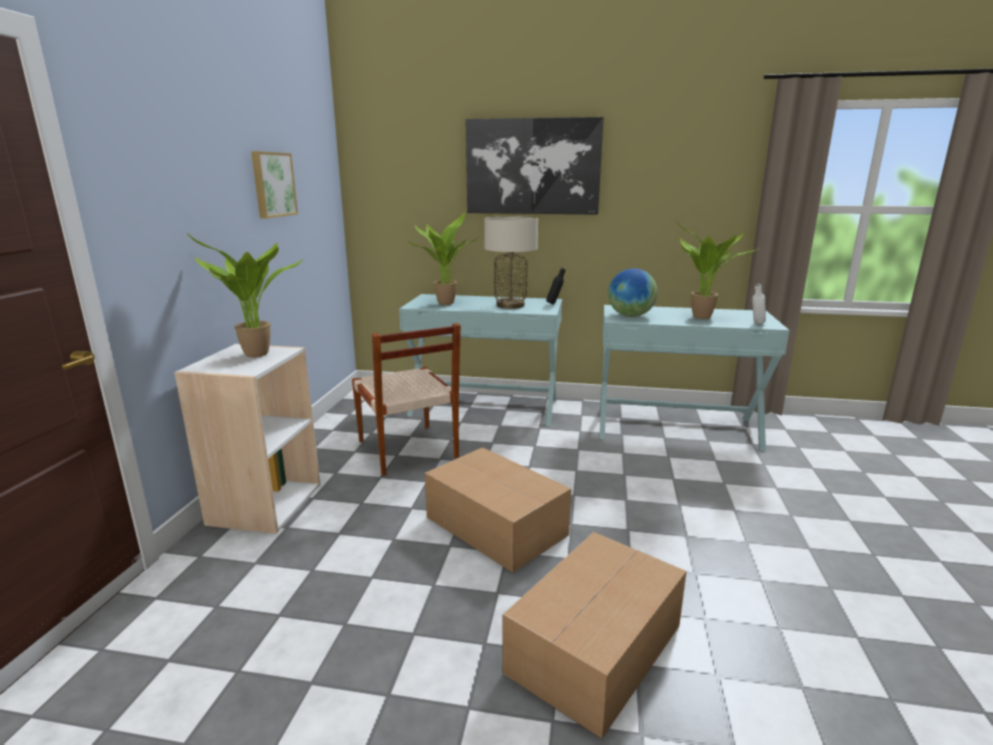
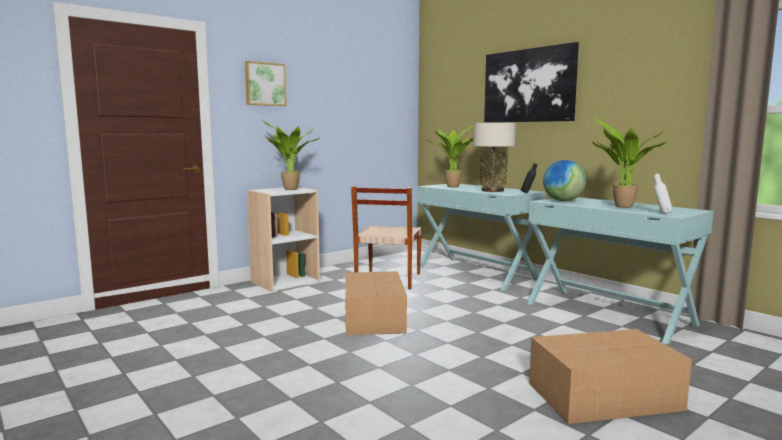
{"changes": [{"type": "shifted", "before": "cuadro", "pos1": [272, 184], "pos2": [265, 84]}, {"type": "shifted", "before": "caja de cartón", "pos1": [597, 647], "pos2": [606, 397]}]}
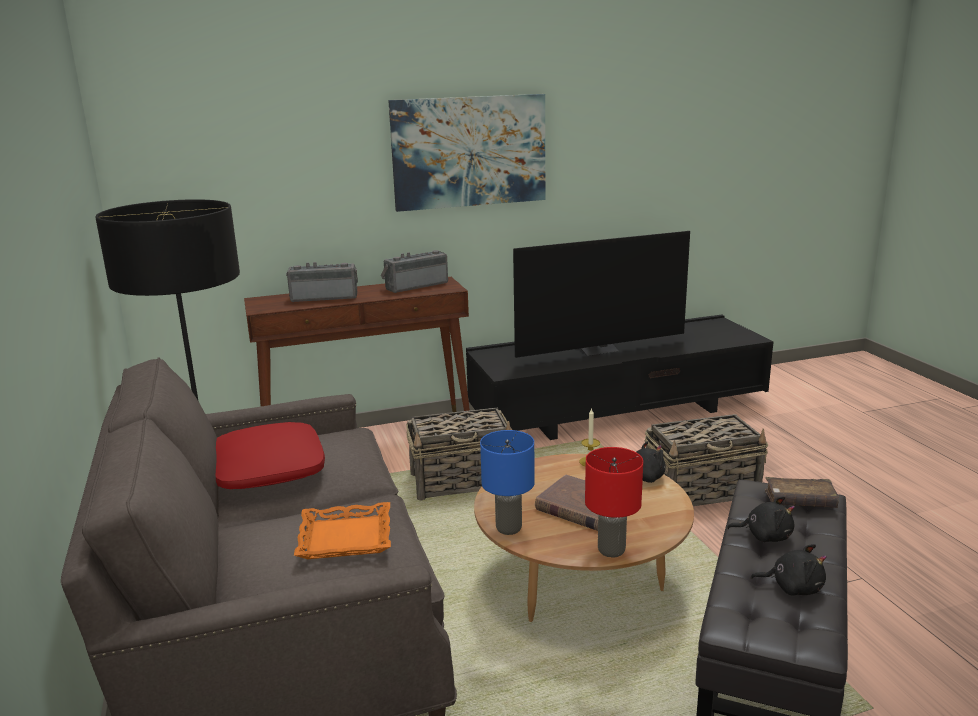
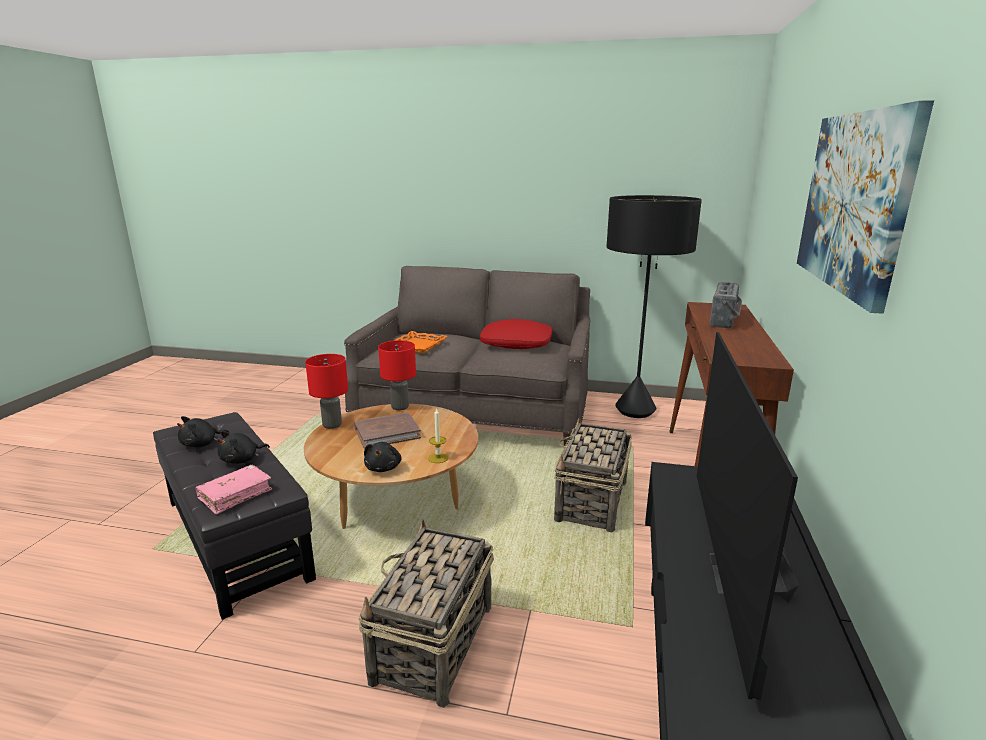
{"changes": [{"type": "gone", "before": "radio", "pos1": [415, 285]}, {"type": "repainted", "before": "lámpara de mesa [azul]", "after": "lámpara de mesa [rojo]", "pos1": [508, 530], "pos2": [399, 407]}, {"type": "repainted", "before": "libro [marrón]", "after": "libro [rosa]", "pos1": [800, 501], "pos2": [235, 495]}]}
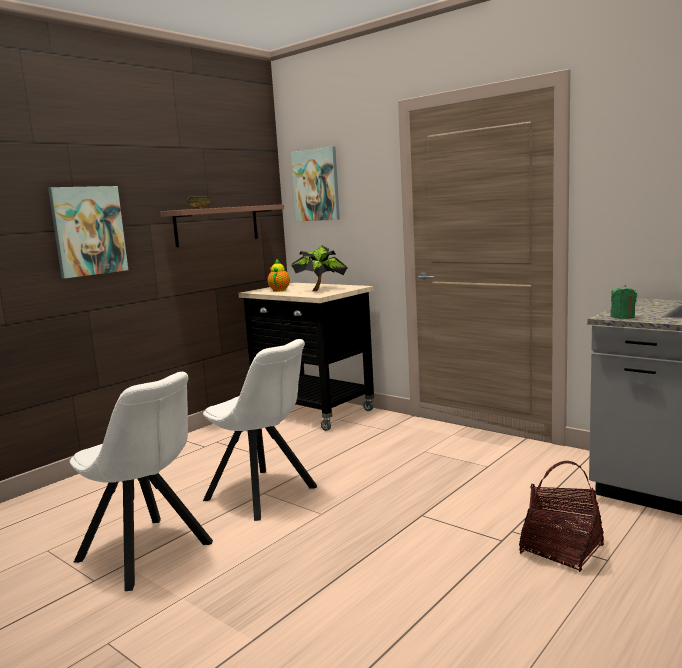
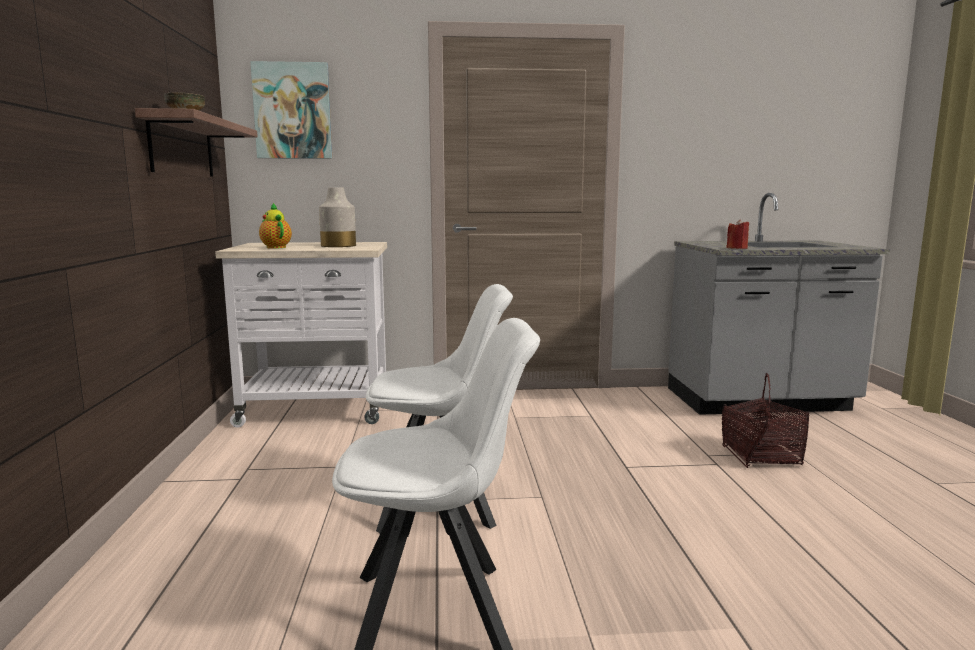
{"changes": [{"type": "gone", "before": "cuadro", "pos1": [88, 231]}, {"type": "swapped", "before": "planta en maceta", "after": "florero [beis]", "pos1": [320, 290], "pos2": [338, 245]}, {"type": "repainted", "before": "carrito [negro]", "after": "carrito [blanco]", "pos1": [314, 412], "pos2": [317, 410]}, {"type": "repainted", "before": "vela [verde]", "after": "vela [rojo]", "pos1": [622, 317], "pos2": [737, 248]}]}
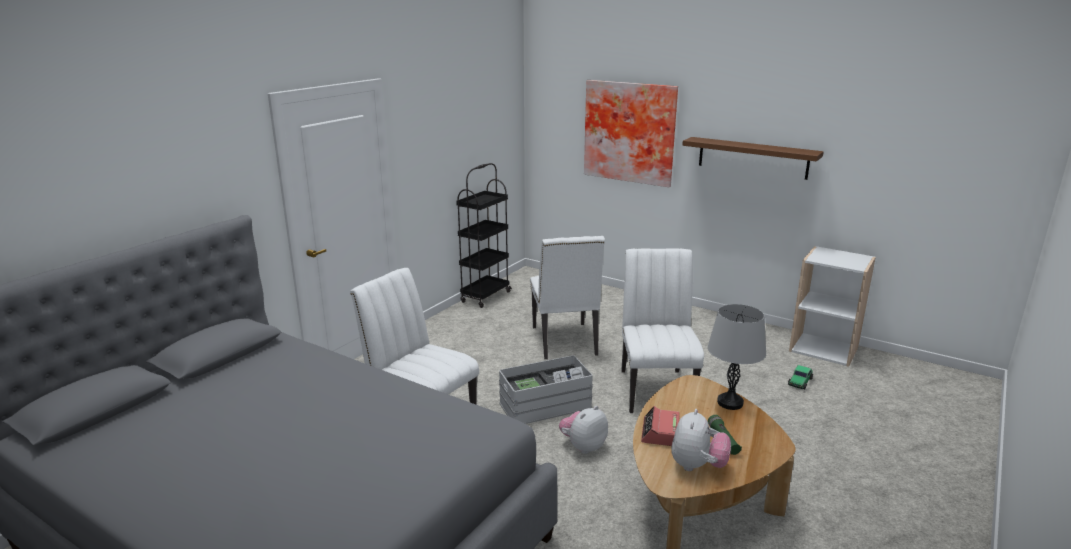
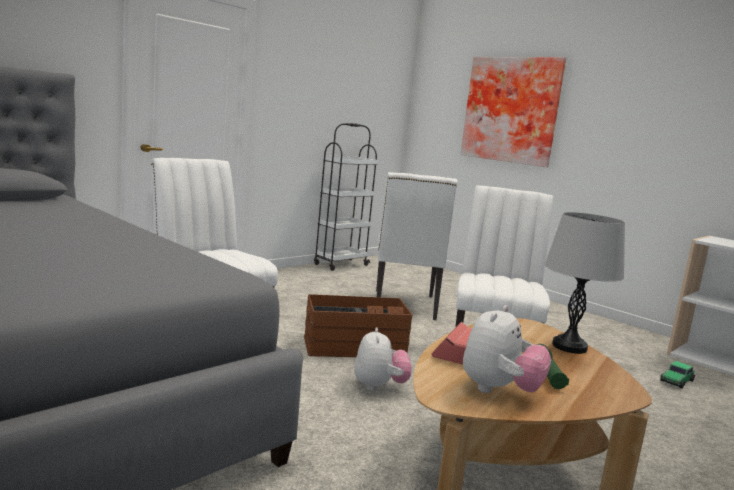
{"changes": [{"type": "gone", "before": "estante [marrón]", "pos1": [752, 158]}, {"type": "repainted", "before": "carrito [negro]", "after": "carrito [blanco]", "pos1": [485, 297], "pos2": [340, 265]}, {"type": "repainted", "before": "caja de almacenaje [gris]", "after": "caja de almacenaje [marrón]", "pos1": [545, 405], "pos2": [354, 346]}, {"type": "rotated", "before": "peluche", "pos1": [583, 446], "pos2": [379, 387], "turn": 120}]}
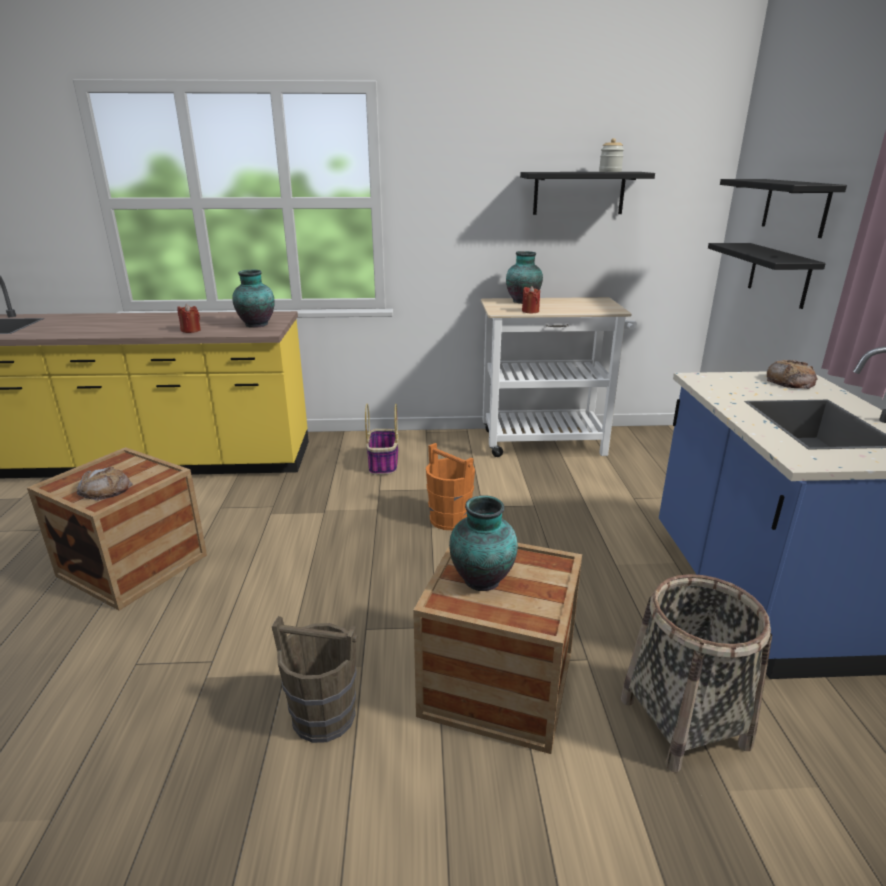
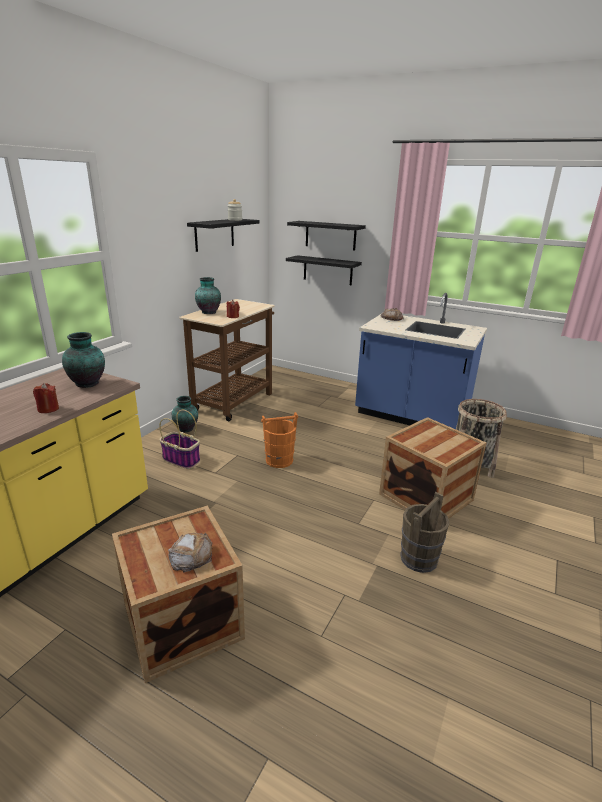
{"changes": [{"type": "repainted", "before": "carrito [blanco]", "after": "carrito [marrón]", "pos1": [545, 443], "pos2": [234, 402]}, {"type": "shifted", "before": "florero", "pos1": [482, 581], "pos2": [186, 429]}]}
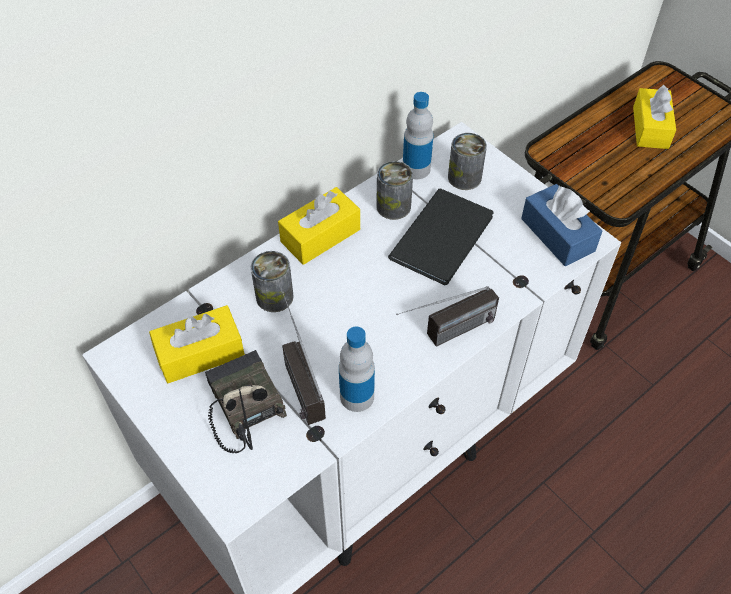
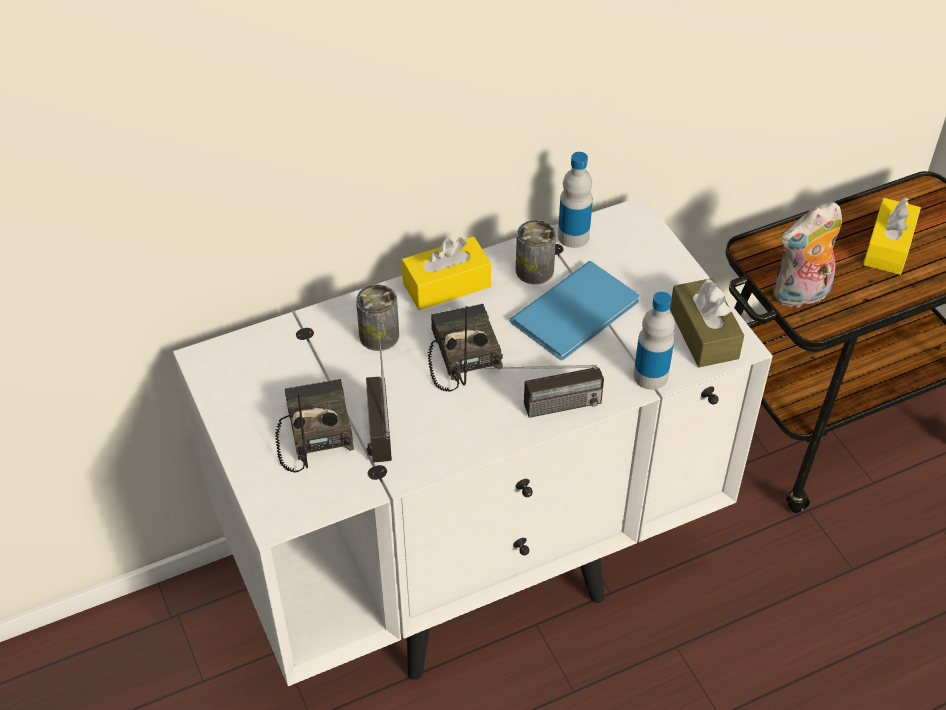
{"changes": [{"type": "gone", "before": "lata", "pos1": [464, 177]}, {"type": "repainted", "before": "caja de pañuelos [azul]", "after": "caja de pañuelos [marrón]", "pos1": [557, 235], "pos2": [703, 334]}, {"type": "repainted", "before": "libro [negro]", "after": "libro [azul]", "pos1": [446, 236], "pos2": [580, 312]}, {"type": "gone", "before": "caja de pañuelos [amarillo]", "pos1": [200, 353]}, {"type": "shifted", "before": "botella", "pos1": [357, 396], "pos2": [650, 376]}, {"type": "new", "after": "peluche", "pos2": [801, 295]}, {"type": "new", "after": "radio", "pos2": [461, 354]}]}
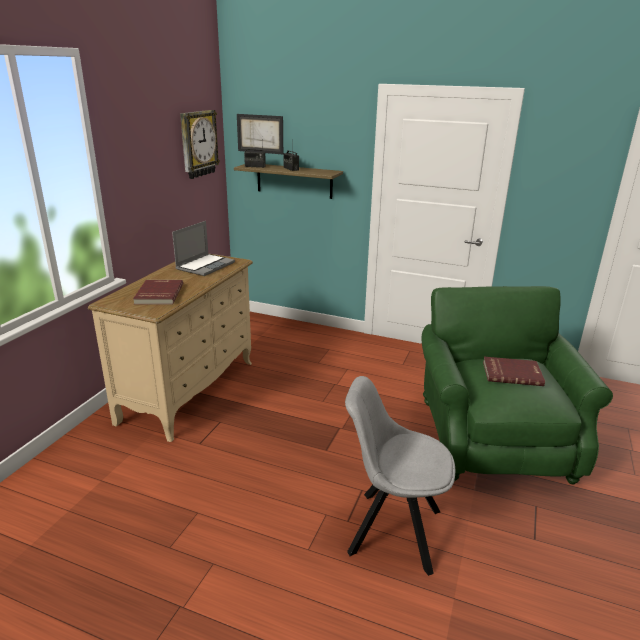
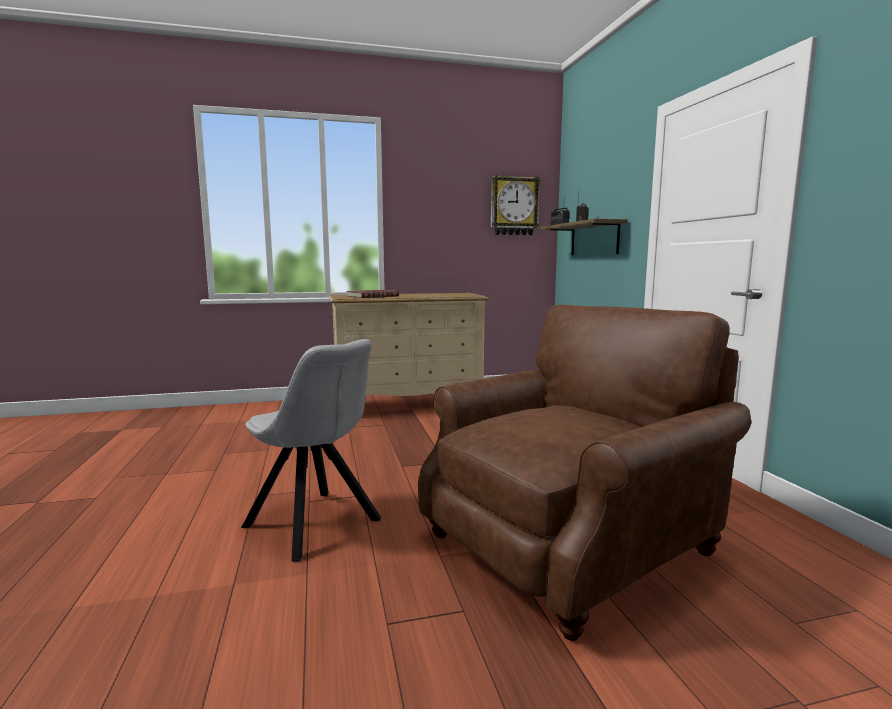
{"changes": [{"type": "gone", "before": "cuadro", "pos1": [260, 134]}, {"type": "gone", "before": "portátil", "pos1": [205, 266]}, {"type": "repainted", "before": "sillón [verde]", "after": "sillón [marrón]", "pos1": [493, 439], "pos2": [569, 545]}, {"type": "gone", "before": "libro [rojo]", "pos1": [512, 373]}, {"type": "rotated", "before": "silla [gris]", "pos1": [392, 530], "pos2": [315, 524], "turn": 150}]}
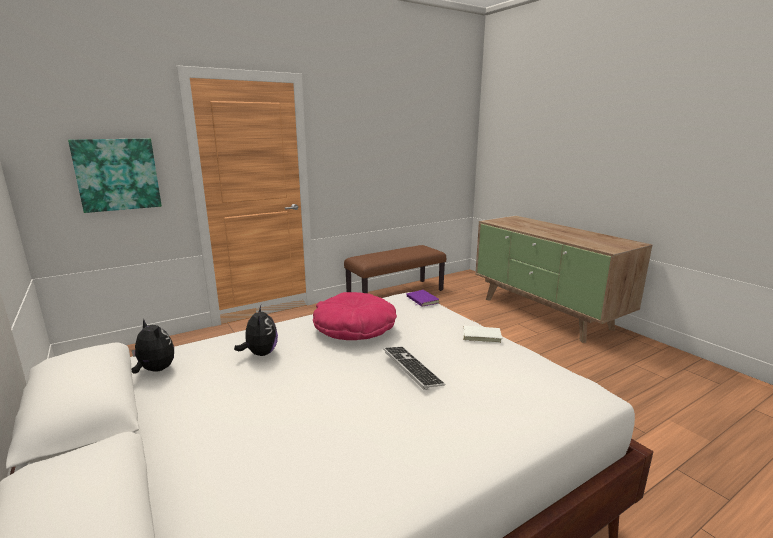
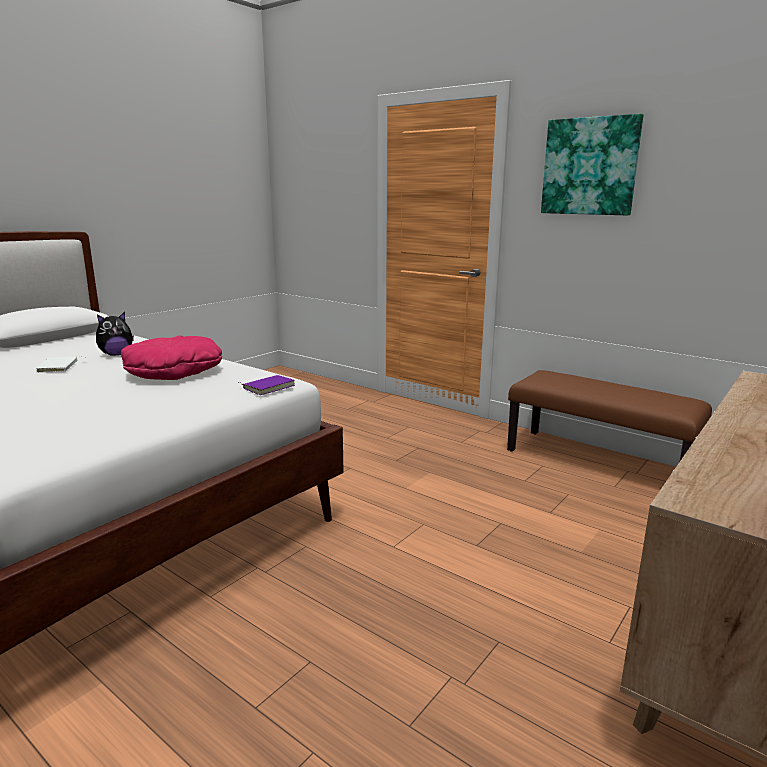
{"changes": [{"type": "shifted", "before": "cuadro", "pos1": [117, 174], "pos2": [590, 166]}, {"type": "gone", "before": "peluche", "pos1": [155, 370]}, {"type": "shifted", "before": "libro [blanco]", "pos1": [481, 335], "pos2": [59, 367]}, {"type": "gone", "before": "teclado", "pos1": [412, 368]}]}
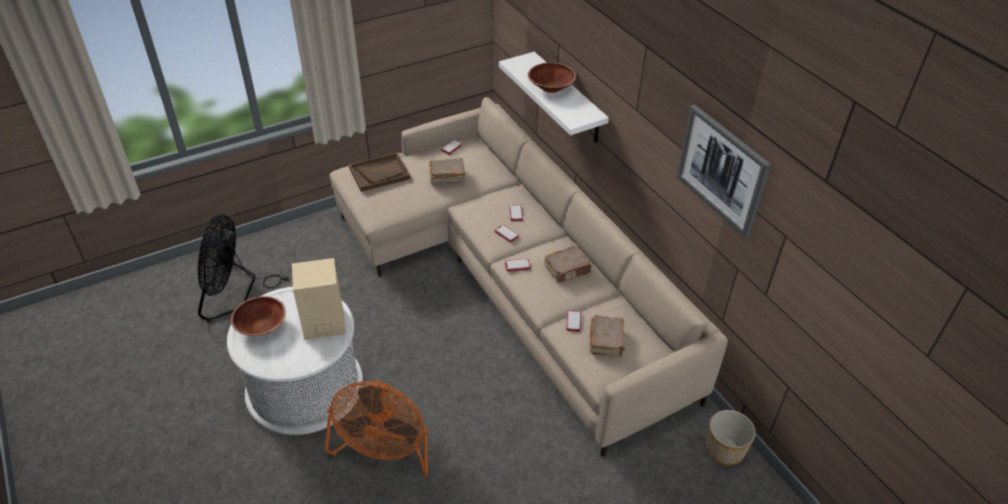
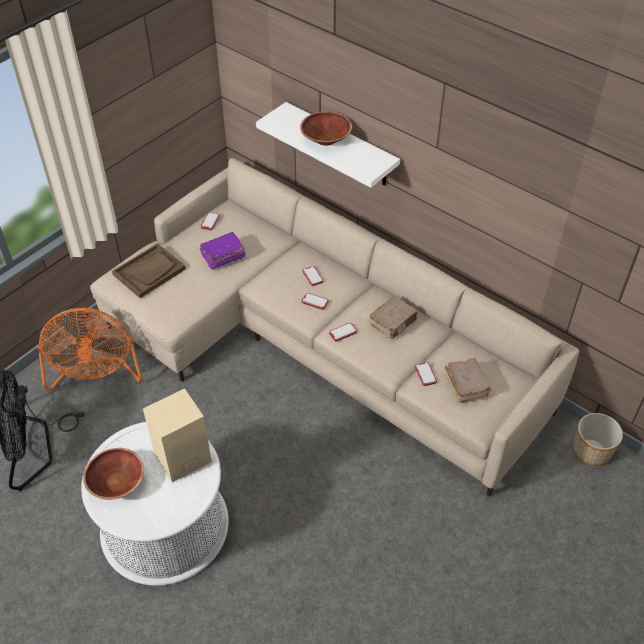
{"changes": [{"type": "gone", "before": "cuadro", "pos1": [722, 170]}, {"type": "repainted", "before": "libro [marrón]", "after": "libro [morado]", "pos1": [446, 177], "pos2": [222, 256]}, {"type": "shifted", "before": "ventilador [naranja]", "pos1": [382, 447], "pos2": [93, 372]}]}
